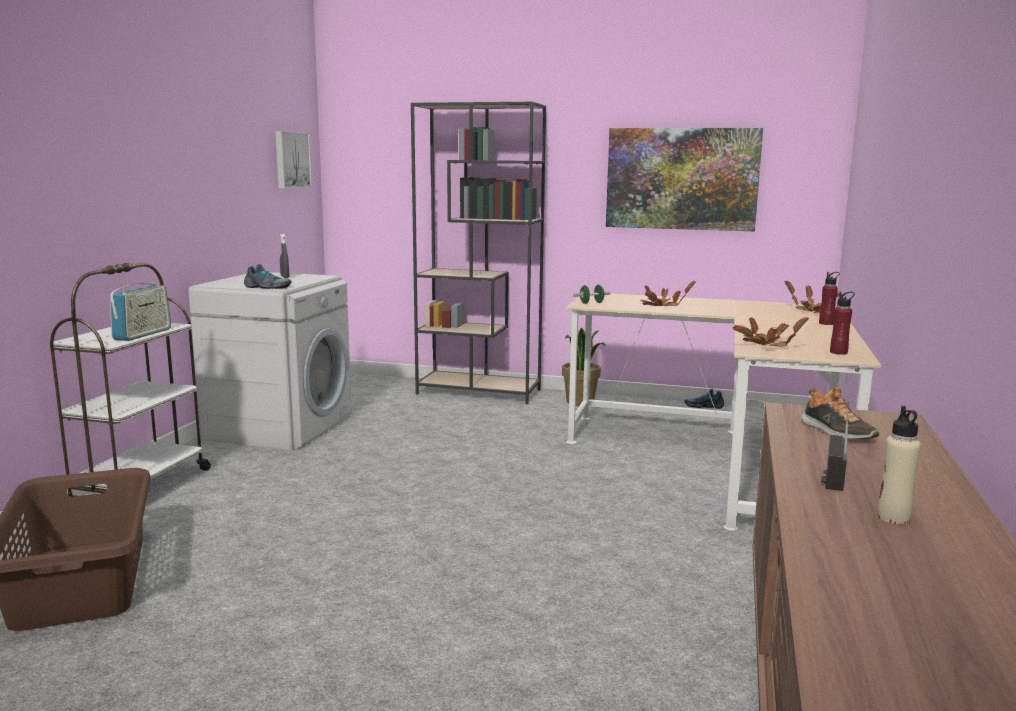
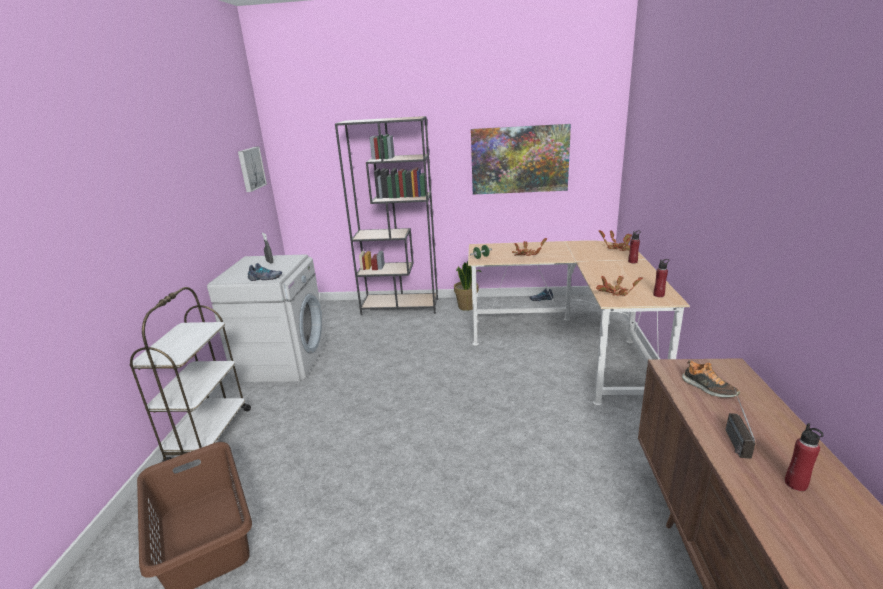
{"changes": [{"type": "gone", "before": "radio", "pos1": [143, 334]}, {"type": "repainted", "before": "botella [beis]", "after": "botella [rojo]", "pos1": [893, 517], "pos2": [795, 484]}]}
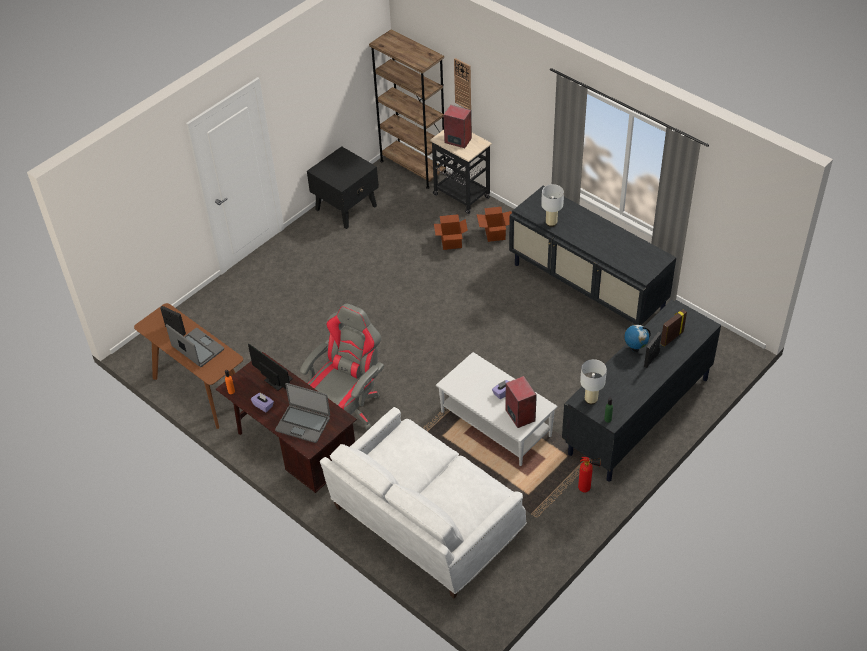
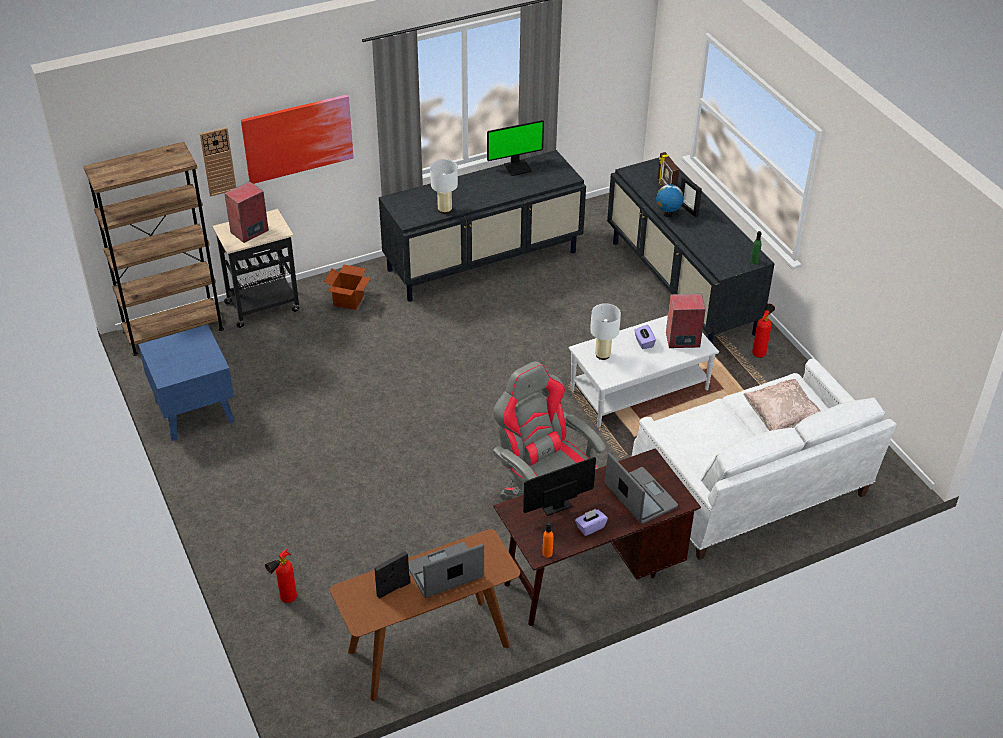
{"changes": [{"type": "repainted", "before": "mesita de noche [negro]", "after": "mesita de noche [azul]", "pos1": [346, 207], "pos2": [194, 410]}, {"type": "gone", "before": "caja de cartón", "pos1": [451, 242]}, {"type": "shifted", "before": "lámpara de mesa [blanco]", "pos1": [590, 400], "pos2": [602, 355]}, {"type": "rotated", "before": "portátil", "pos1": [303, 423], "pos2": [640, 497], "turn": -75}, {"type": "new", "after": "cuadro", "pos2": [297, 138]}, {"type": "new", "after": "monitor", "pos2": [517, 167]}, {"type": "new", "after": "cojín [beis]", "pos2": [781, 418]}, {"type": "new", "after": "extintor", "pos2": [285, 600]}]}
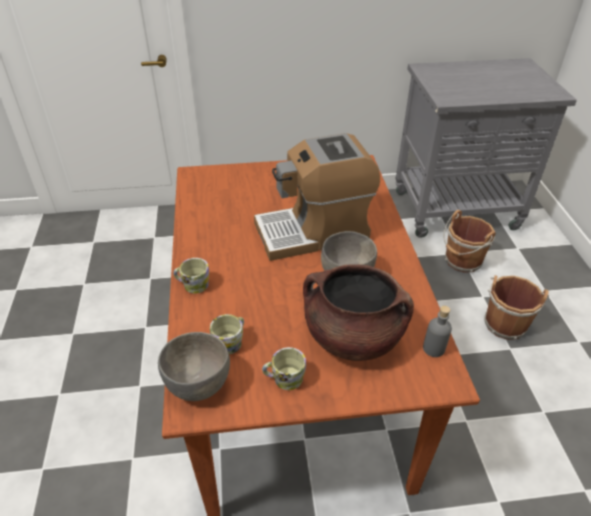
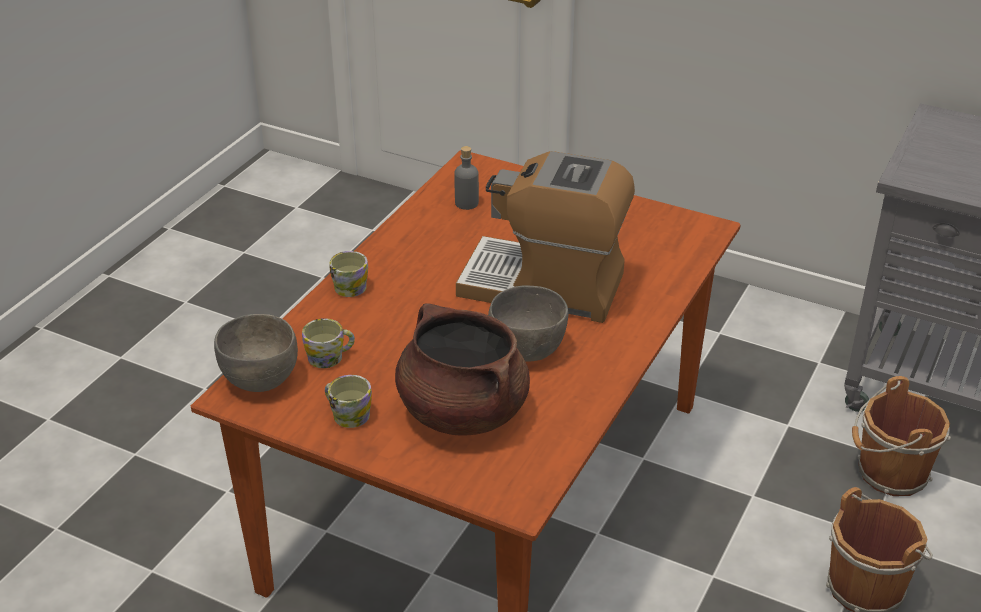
{"changes": [{"type": "shifted", "before": "botella [gris]", "pos1": [433, 348], "pos2": [466, 203]}]}
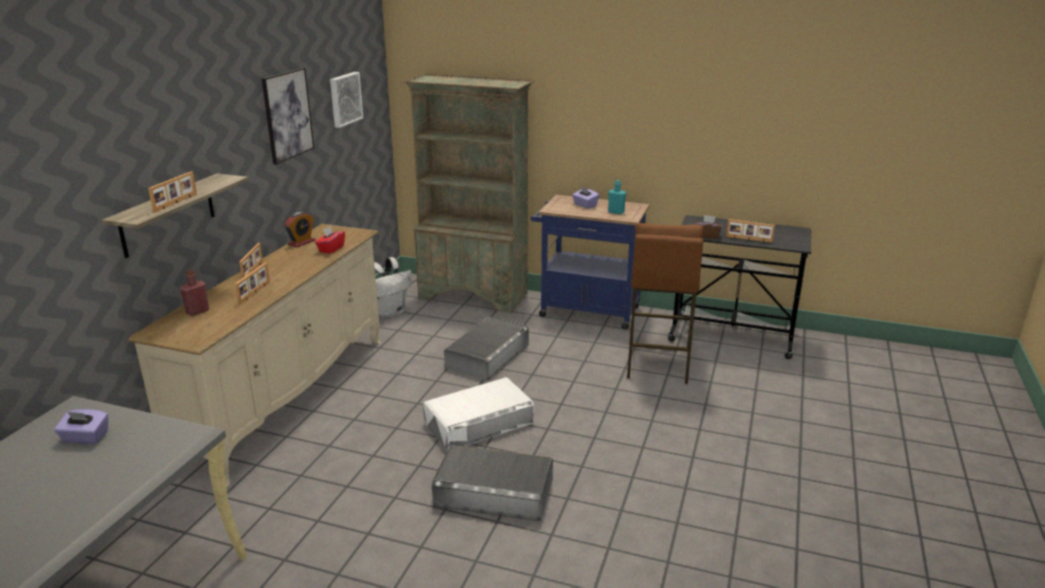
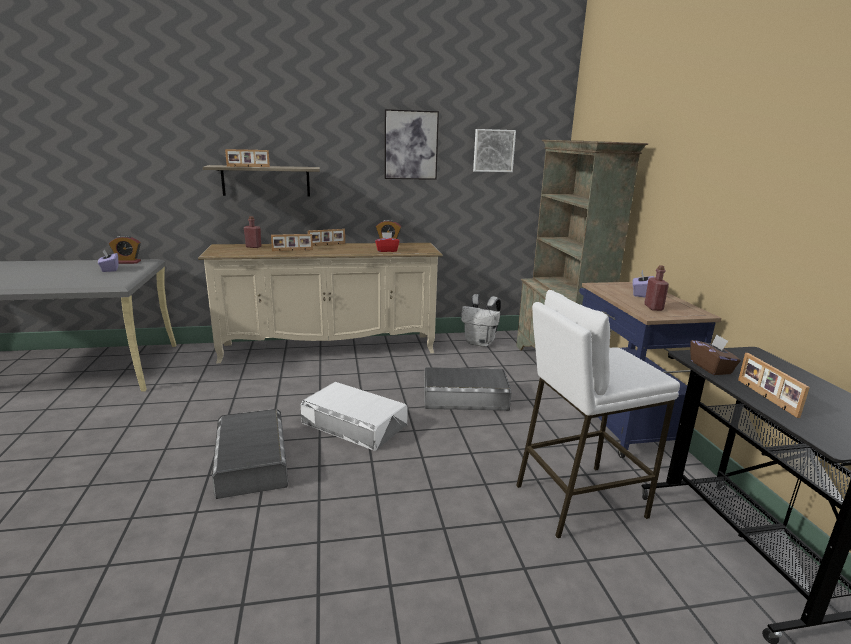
{"changes": [{"type": "repainted", "before": "botella [turquesa]", "after": "botella [rojo]", "pos1": [616, 212], "pos2": [653, 307]}, {"type": "repainted", "before": "taburete [marrón]", "after": "taburete [blanco]", "pos1": [657, 362], "pos2": [578, 500]}, {"type": "new", "after": "despertador", "pos2": [128, 262]}]}
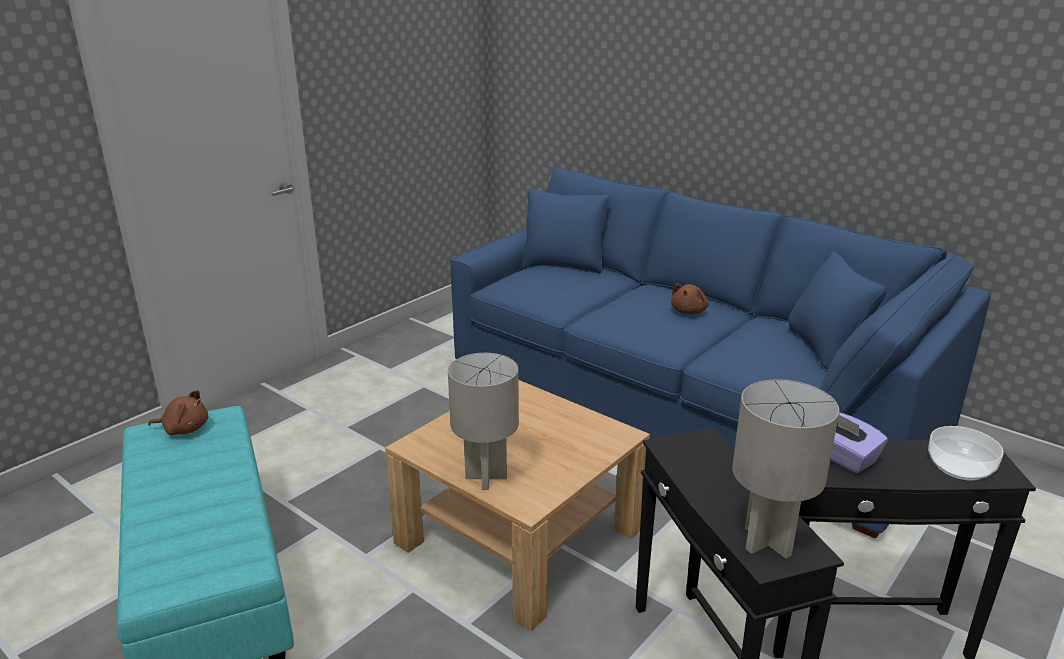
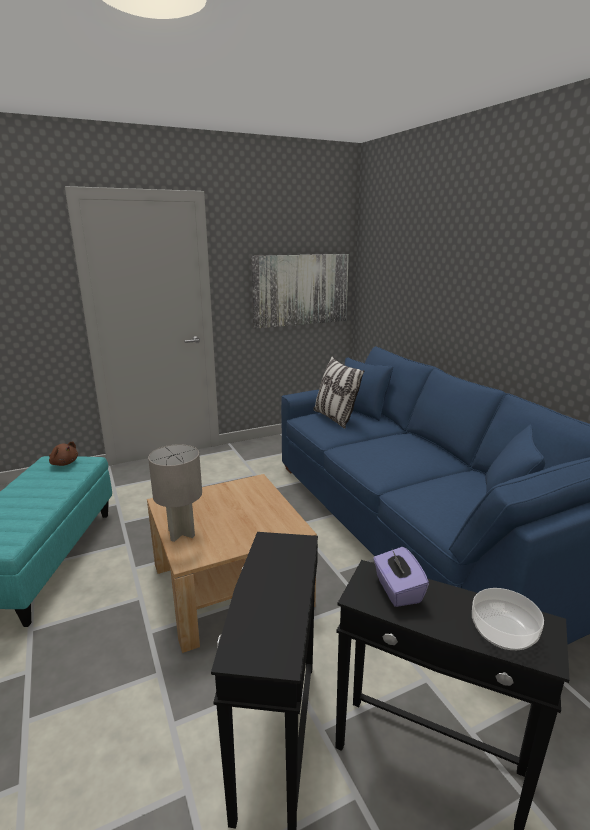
{"changes": [{"type": "gone", "before": "peluche [marrón]", "pos1": [689, 311]}, {"type": "gone", "before": "lámpara de mesa [gris]", "pos1": [767, 541]}, {"type": "new", "after": "cuadro", "pos2": [300, 290]}, {"type": "new", "after": "cojín", "pos2": [334, 418]}]}
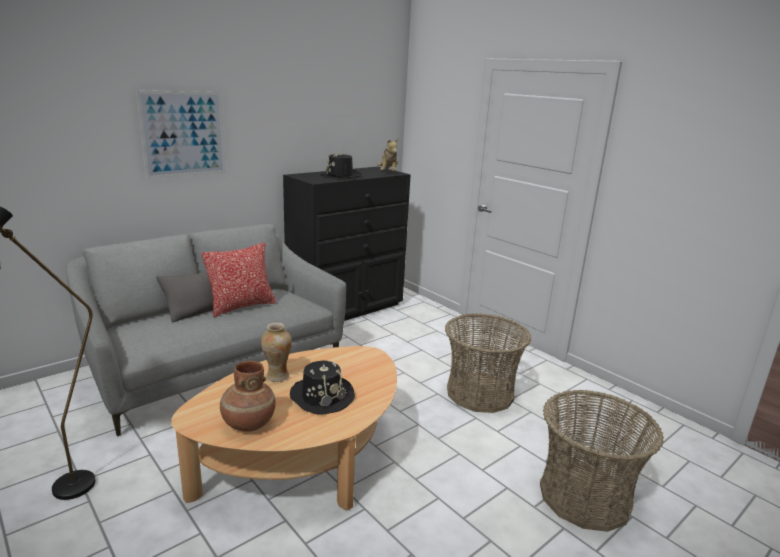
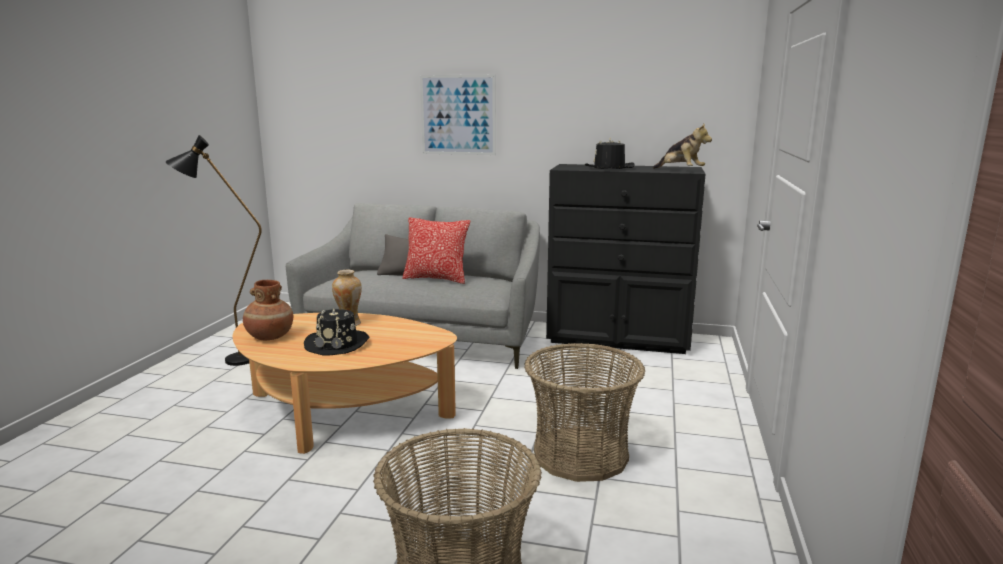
{"changes": [{"type": "rotated", "before": "peluche", "pos1": [388, 173], "pos2": [680, 171], "turn": -90}]}
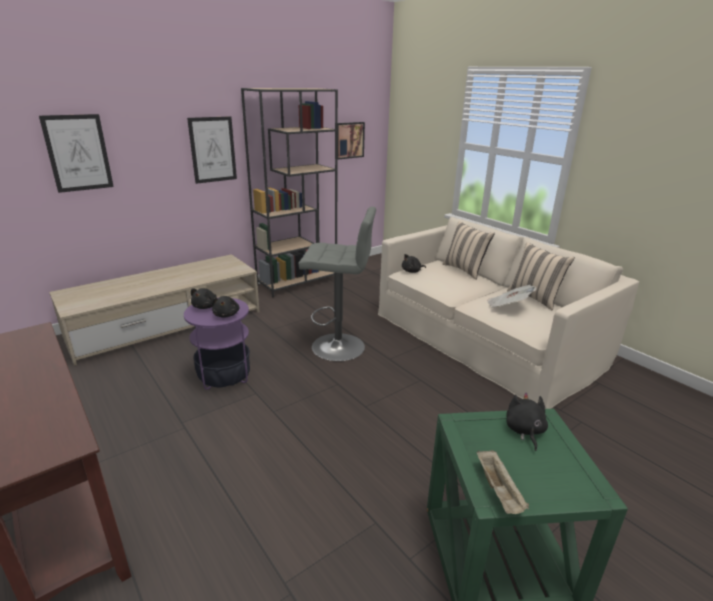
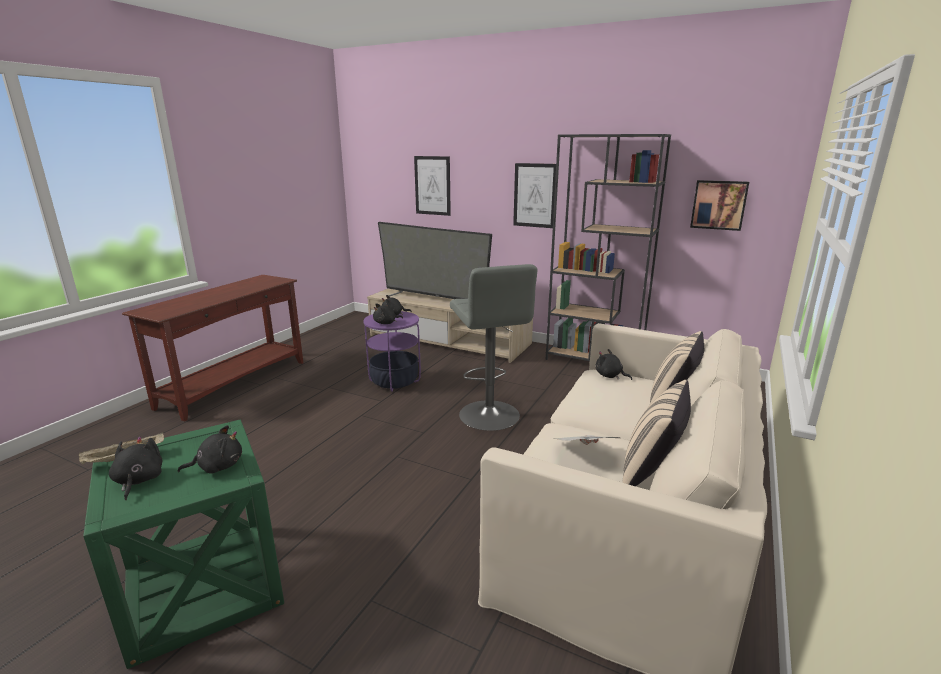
{"changes": [{"type": "new", "after": "televisor", "pos2": [434, 299]}, {"type": "new", "after": "peluche [negro]", "pos2": [138, 481]}]}
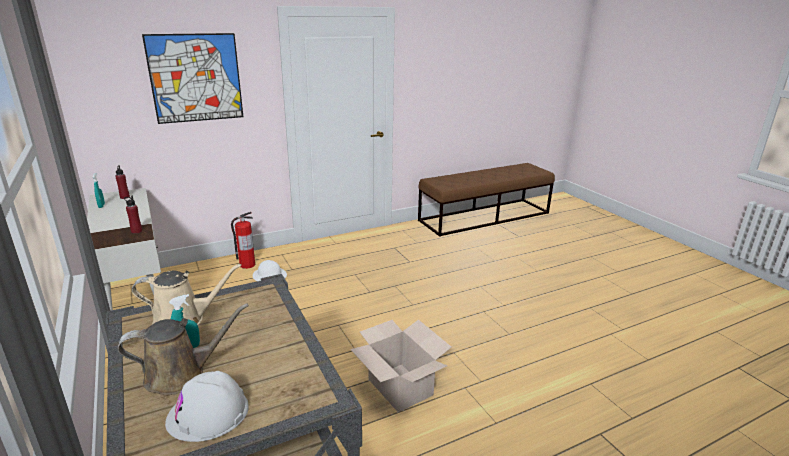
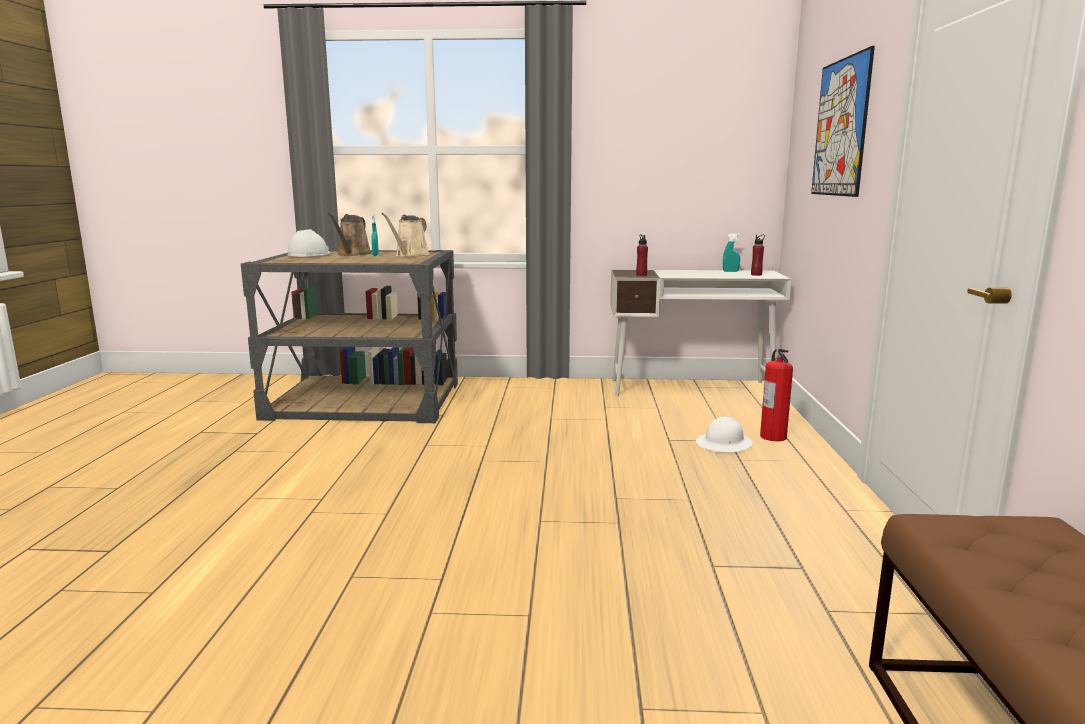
{"changes": [{"type": "gone", "before": "caja de cartón", "pos1": [401, 387]}]}
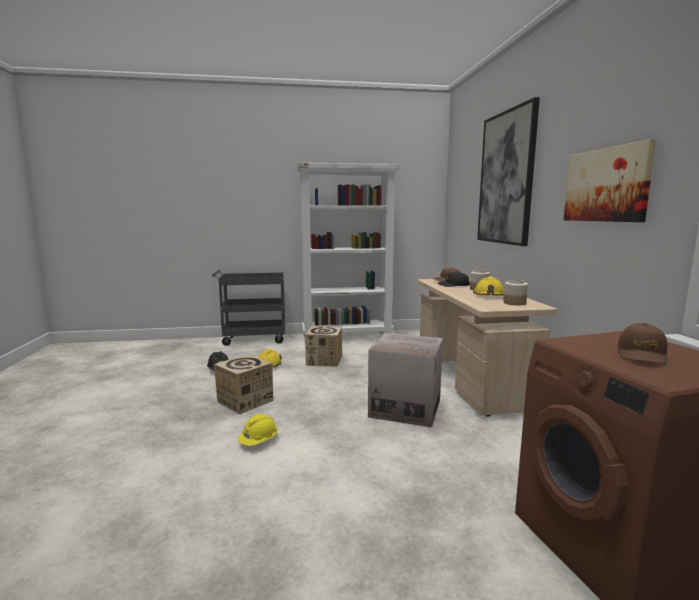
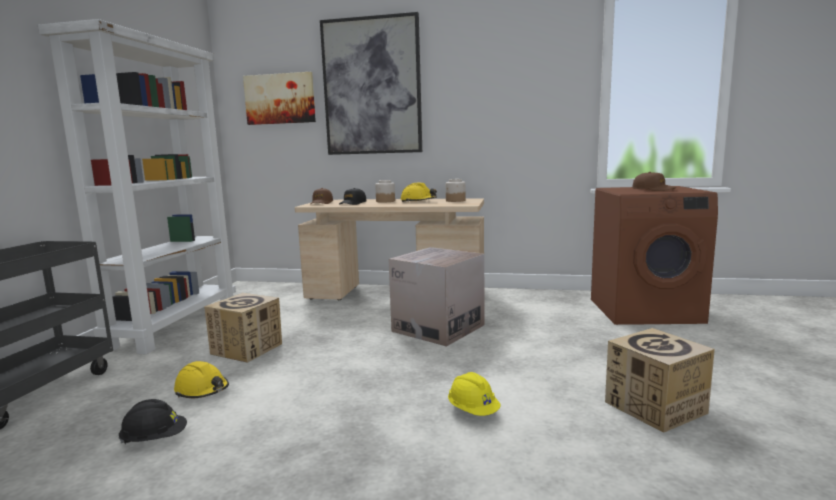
{"changes": [{"type": "shifted", "before": "cuadro", "pos1": [606, 185], "pos2": [280, 99]}, {"type": "shifted", "before": "caja de cartón", "pos1": [245, 401], "pos2": [655, 407]}]}
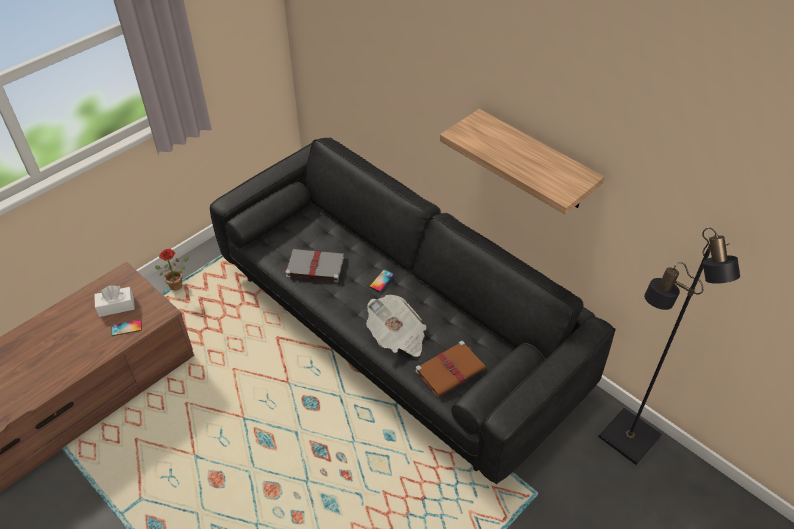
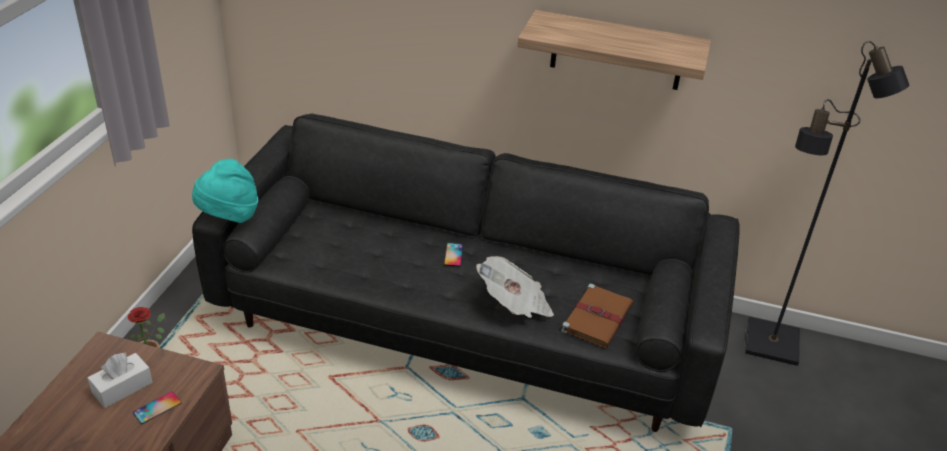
{"changes": [{"type": "gone", "before": "libro [gris]", "pos1": [314, 266]}, {"type": "new", "after": "sombrero [turquesa]", "pos2": [229, 216]}]}
